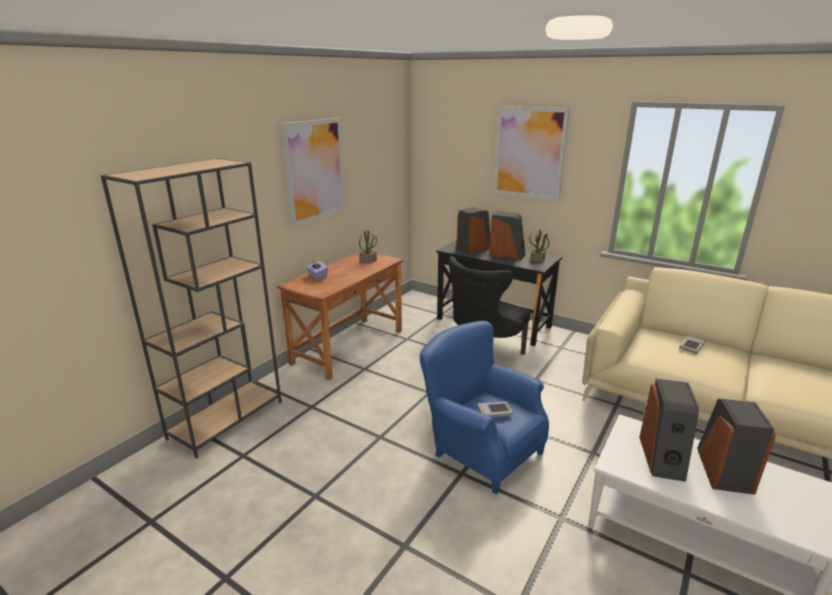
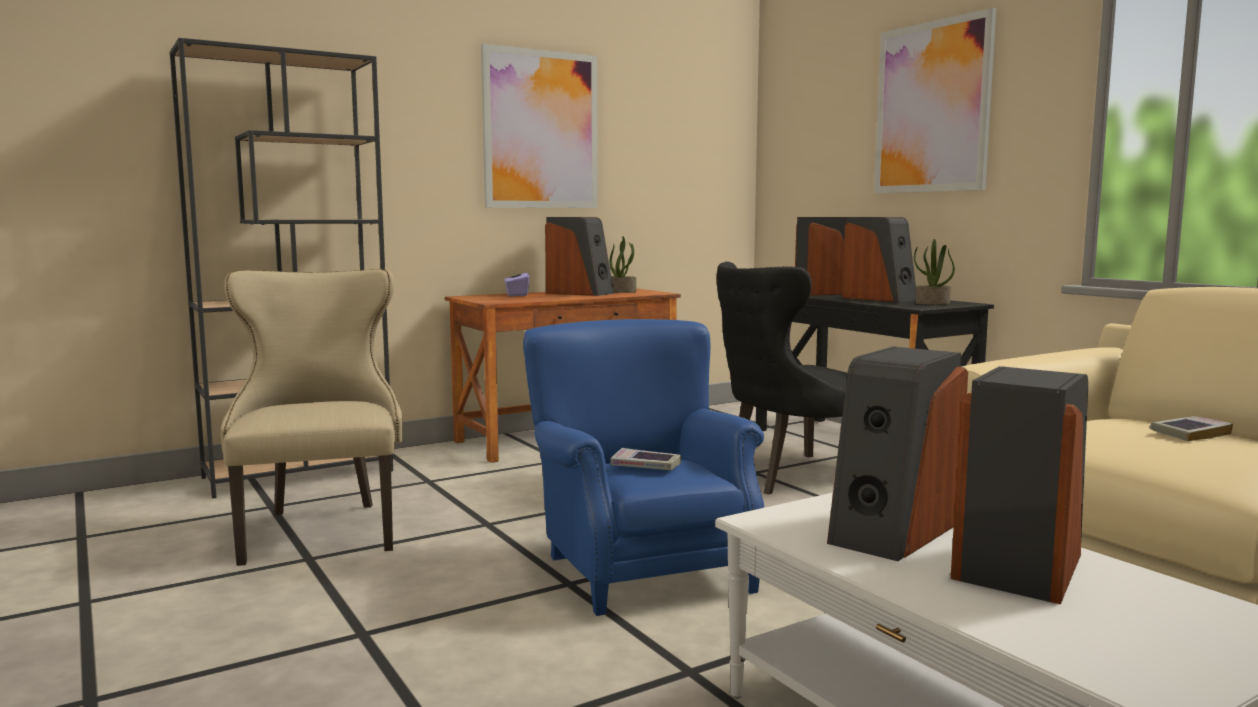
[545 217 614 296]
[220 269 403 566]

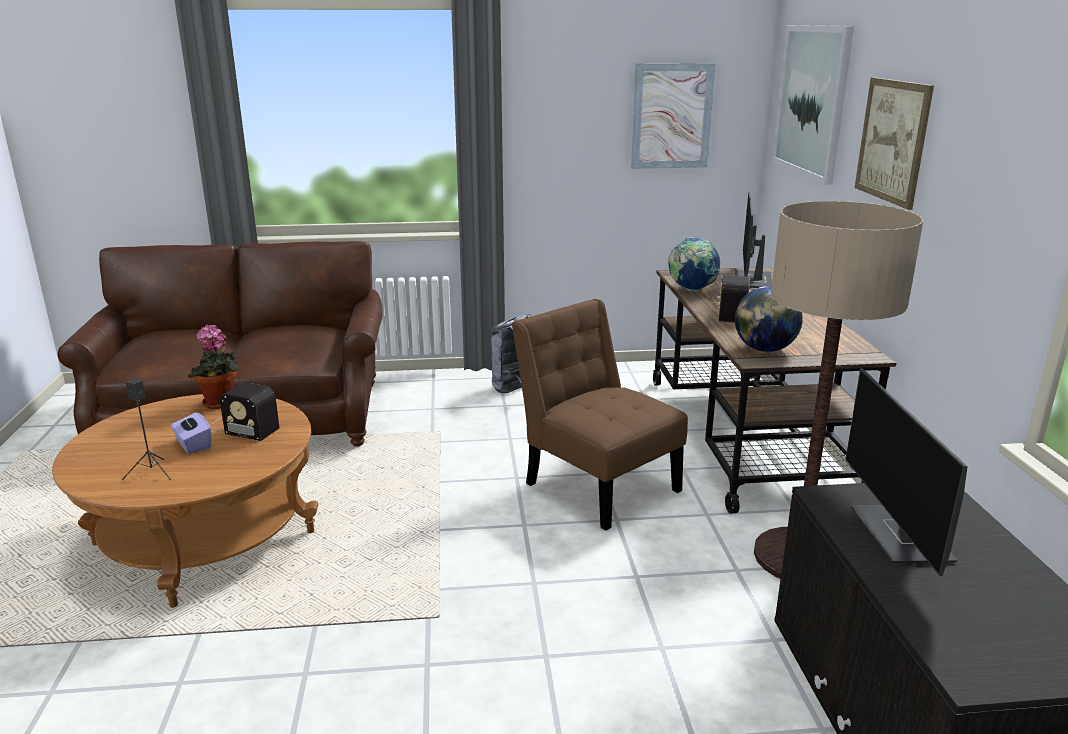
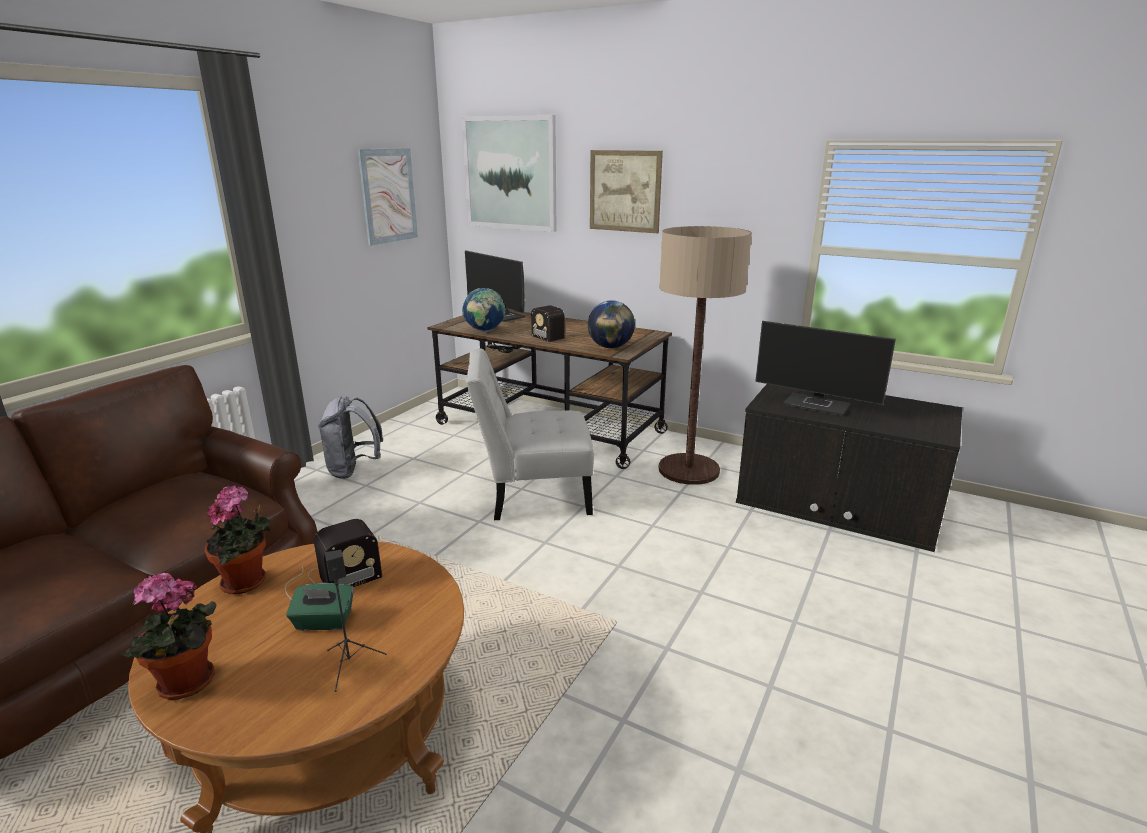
[466 349 594 520]
[286 583 354 631]
[121 573 216 700]

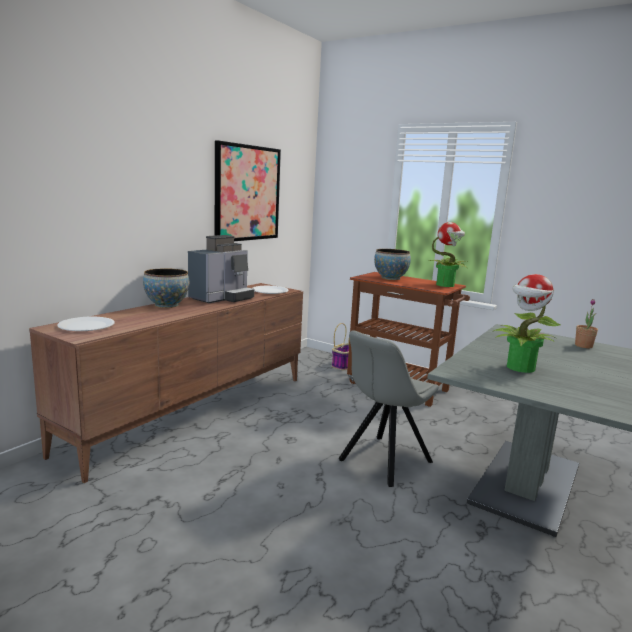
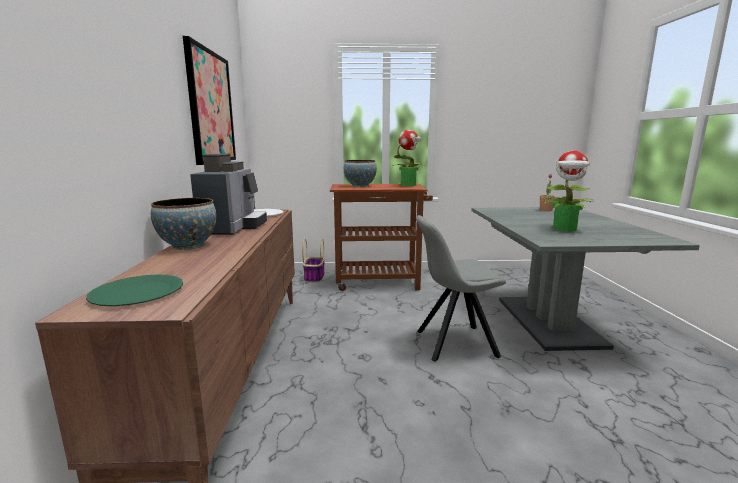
[86 274 183 306]
[416 215 506 361]

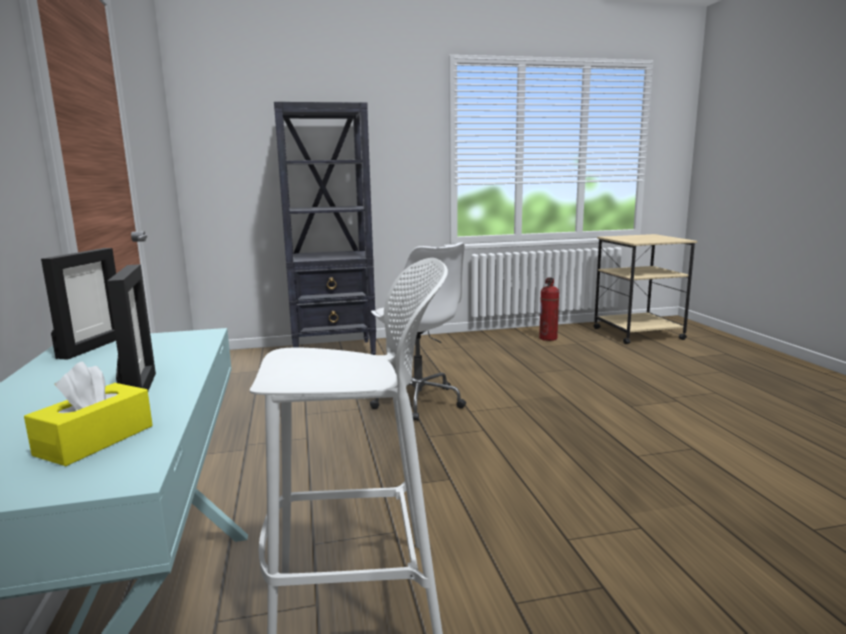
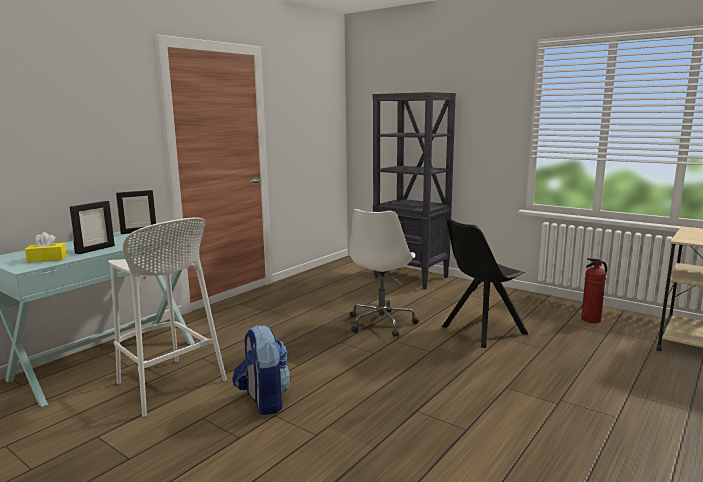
[442 219 528 348]
[232 325 291 415]

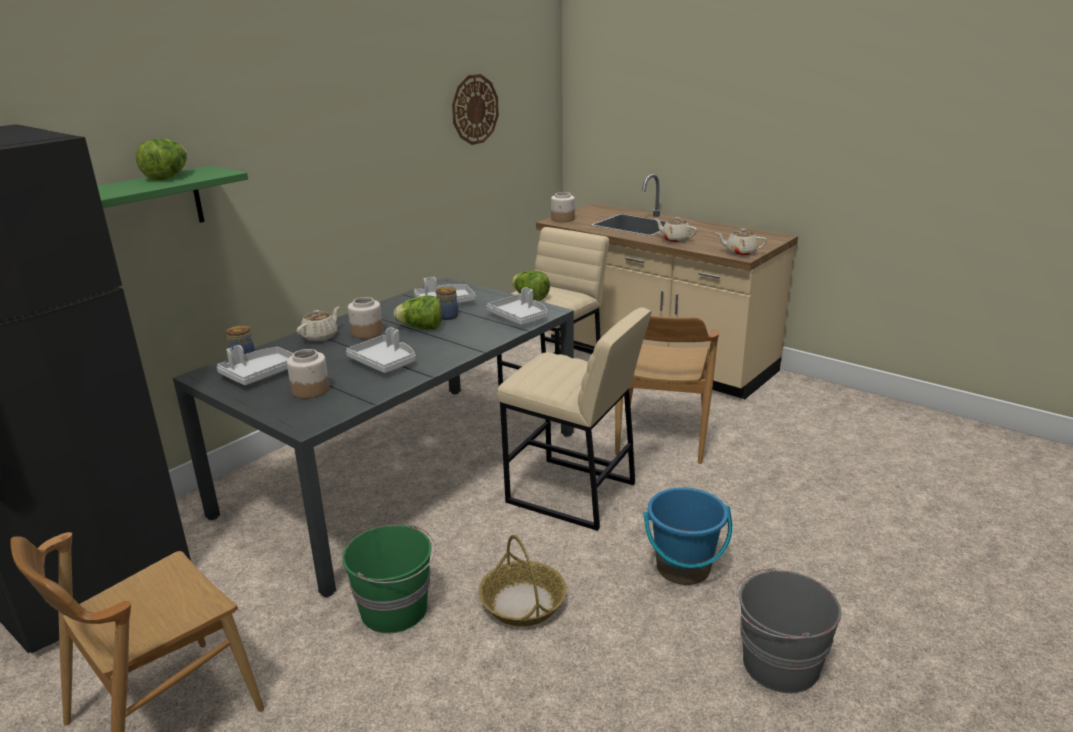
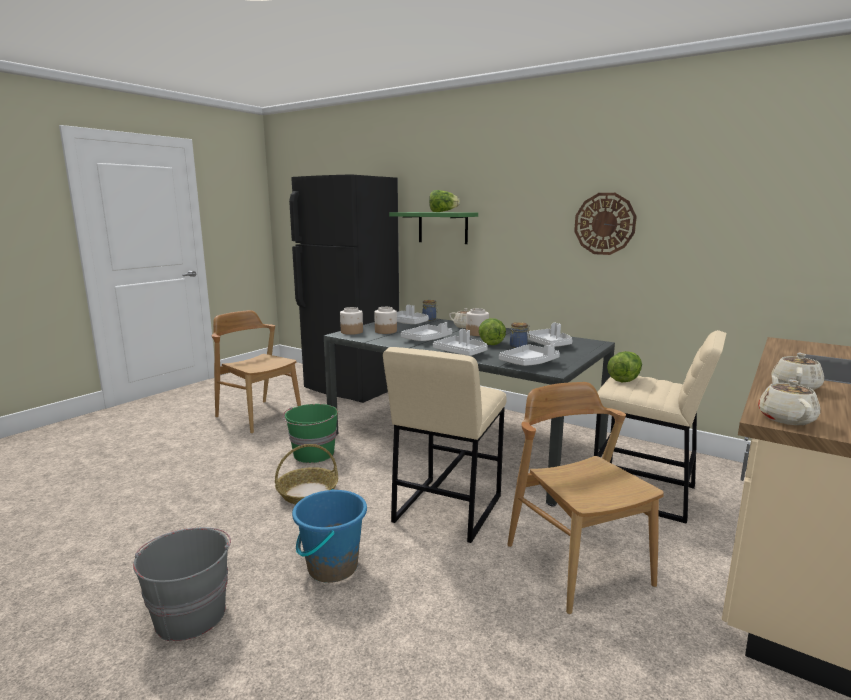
[574 193 637 255]
[340 307 363 335]
[507 382 664 614]
[433 329 488 356]

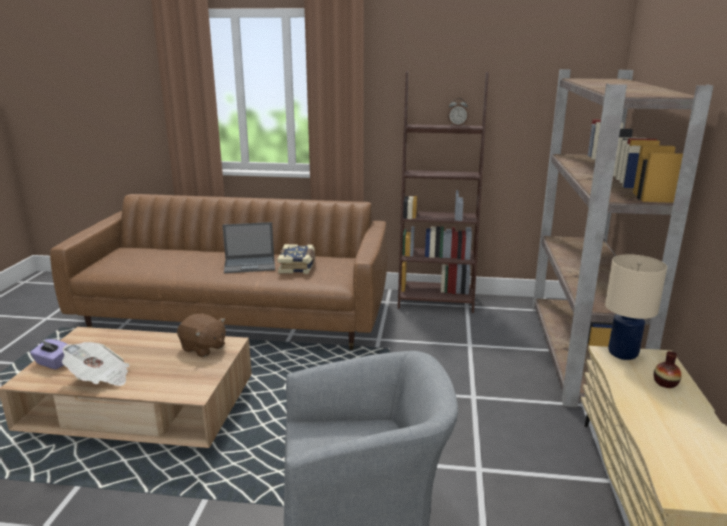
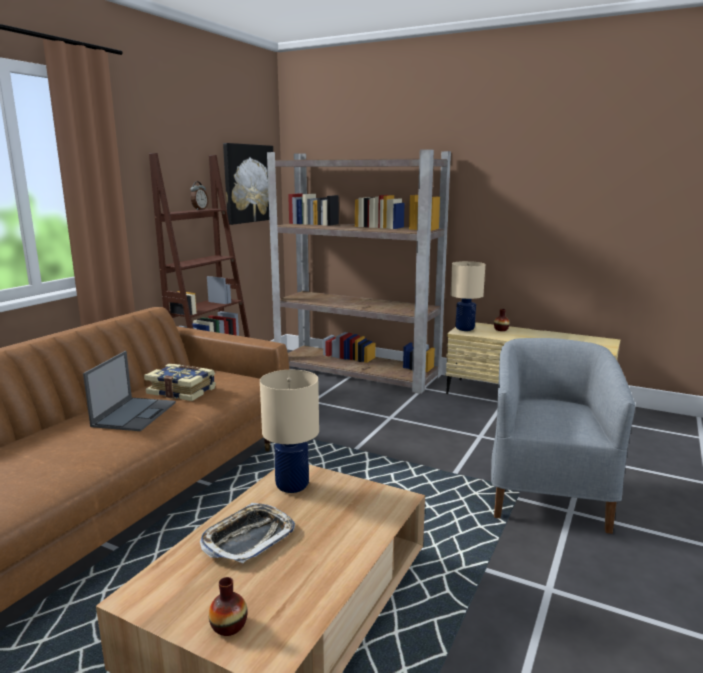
[260 370 319 493]
[209 577 248 636]
[62 342 129 386] (first image)
[223 143 273 225]
[200 503 295 564]

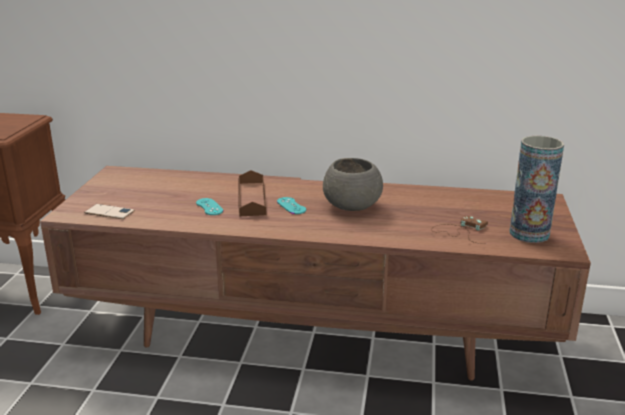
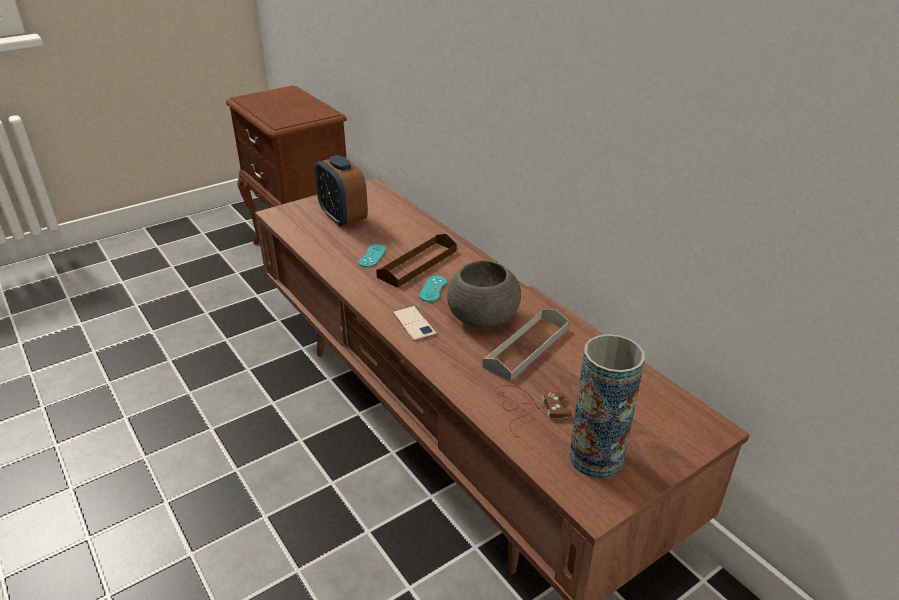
[393 306 437 341]
[315 155 368 227]
[482 309 569 382]

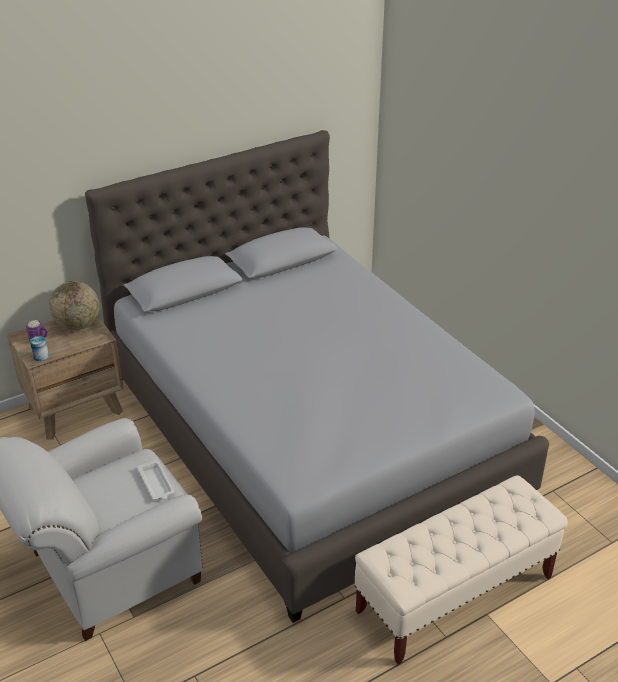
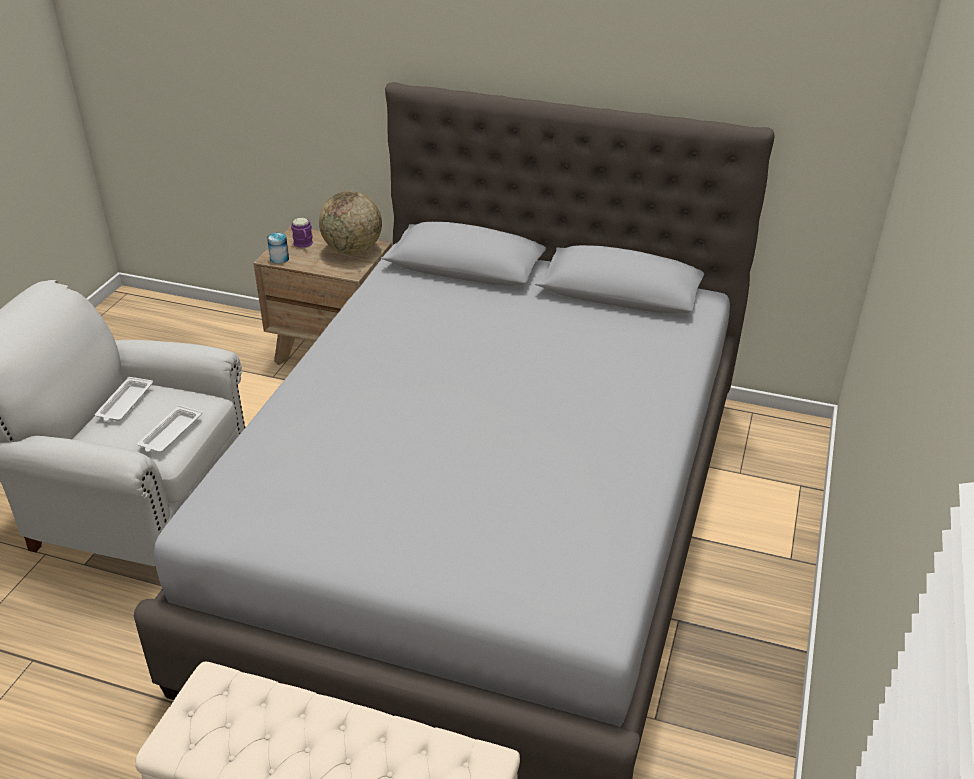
[95 377 153 421]

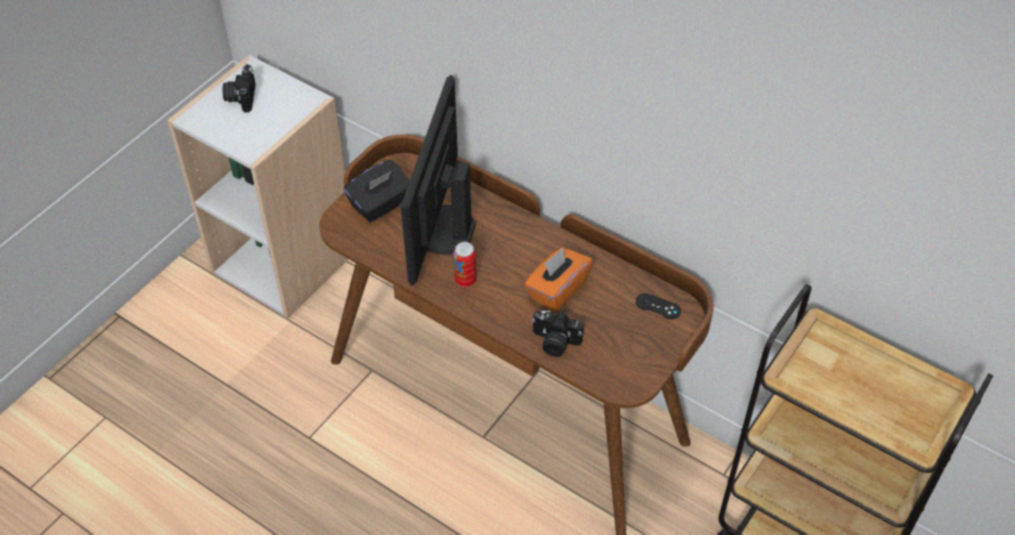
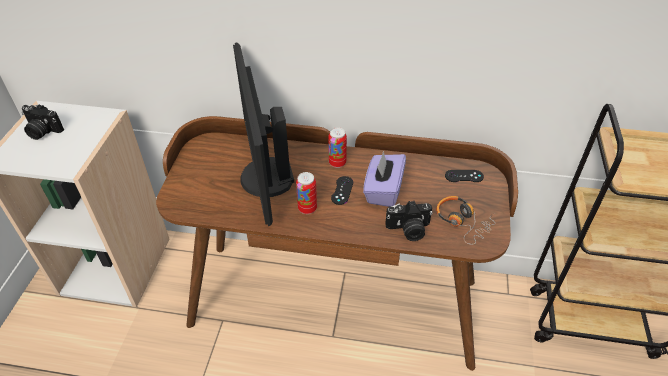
[21 104 64 140]
[344 160 410 222] (first image)
[363 151 406 207]
[328 127 347 168]
[331 176 353 205]
[436 196 496 245]

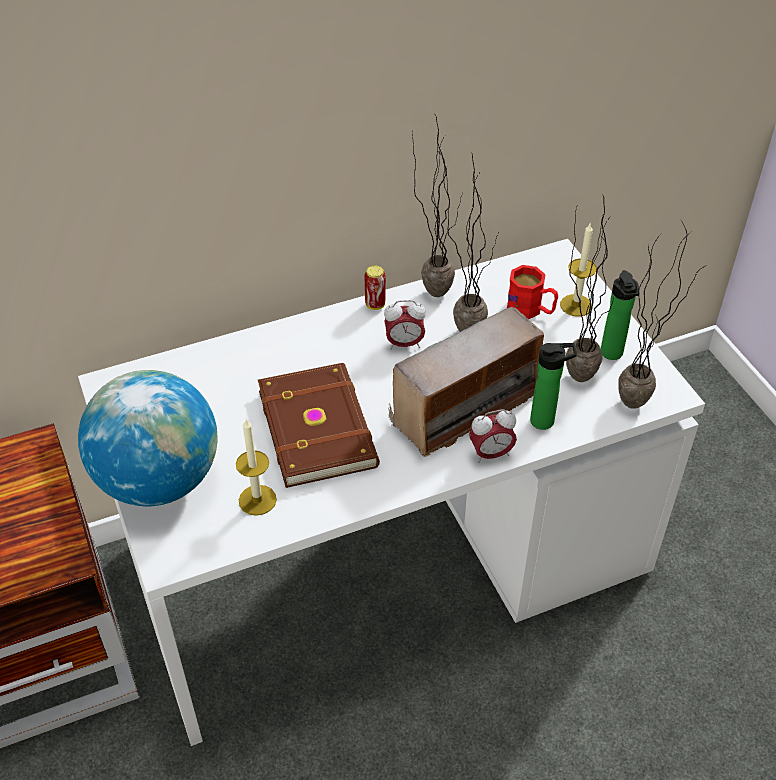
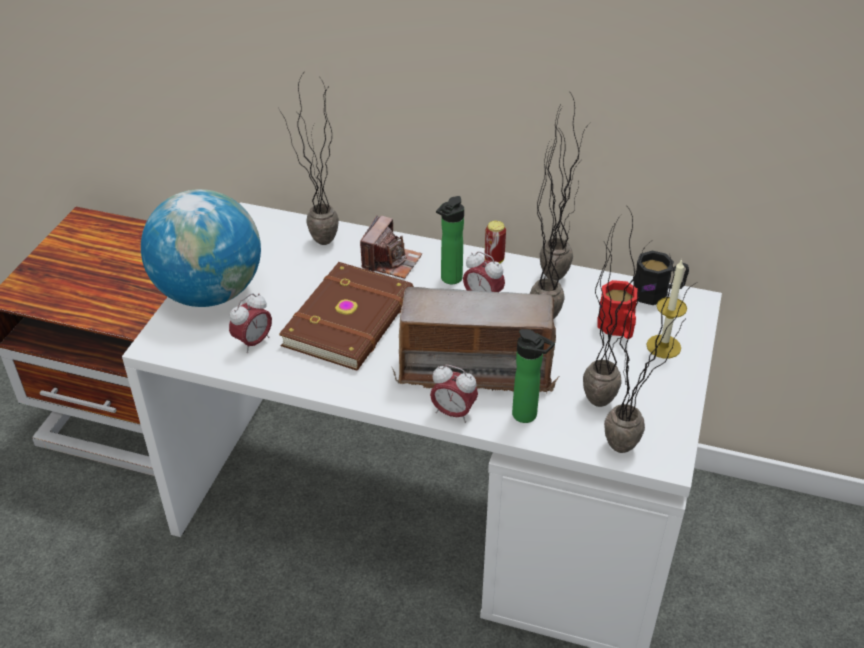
[436 196 464 284]
[229 293 272 353]
[280 70 339 245]
[360 215 422 279]
[634 250 689 305]

